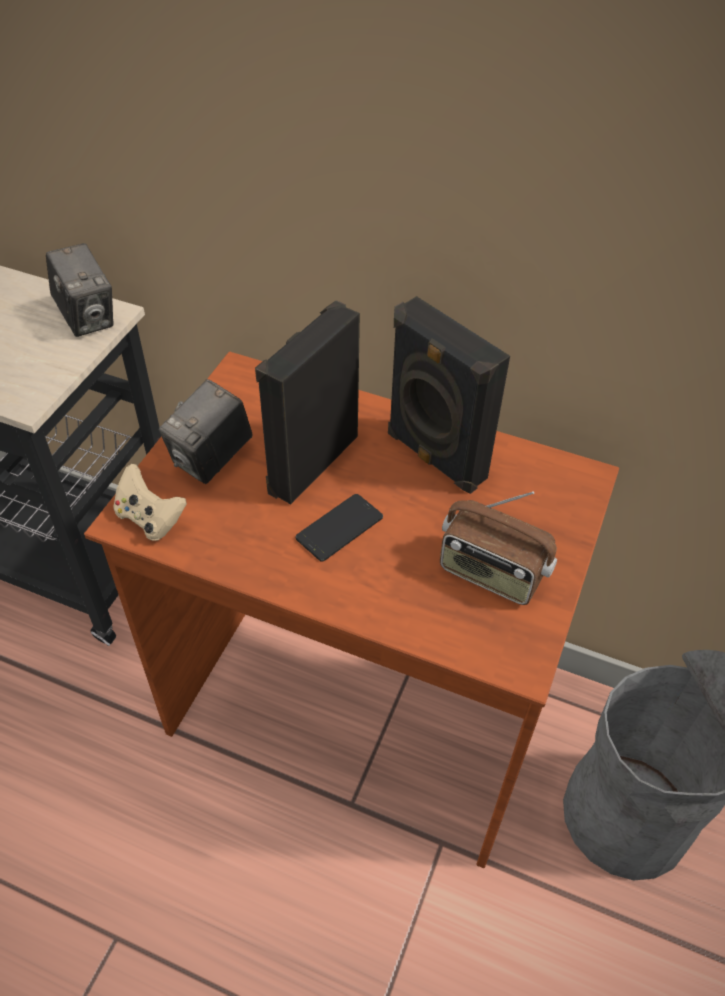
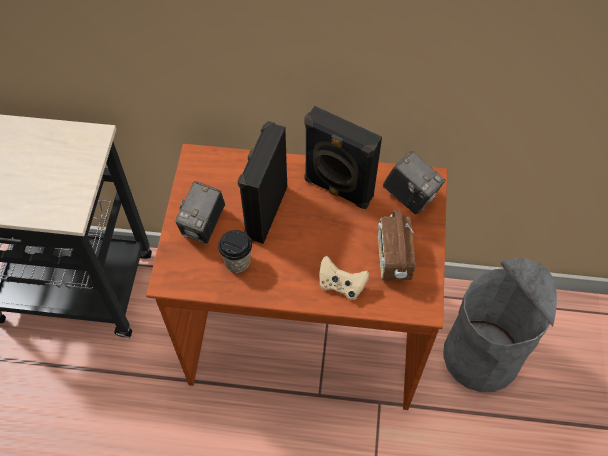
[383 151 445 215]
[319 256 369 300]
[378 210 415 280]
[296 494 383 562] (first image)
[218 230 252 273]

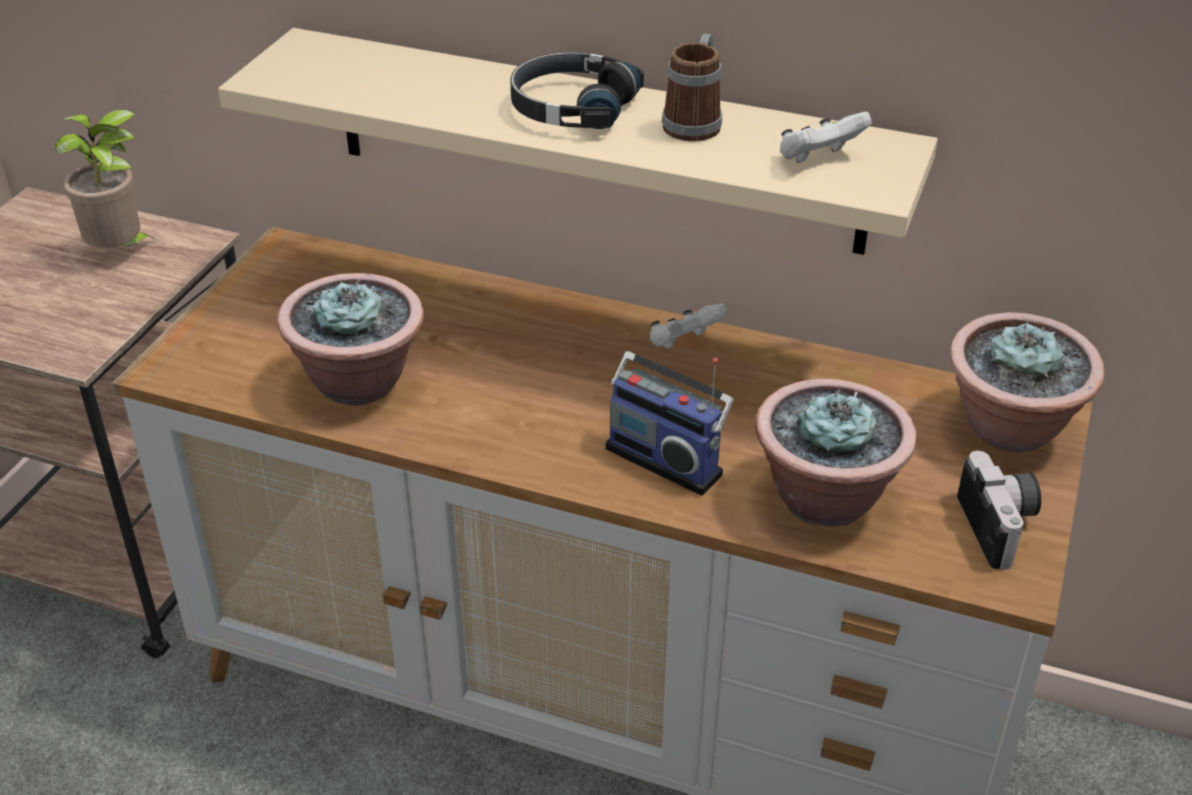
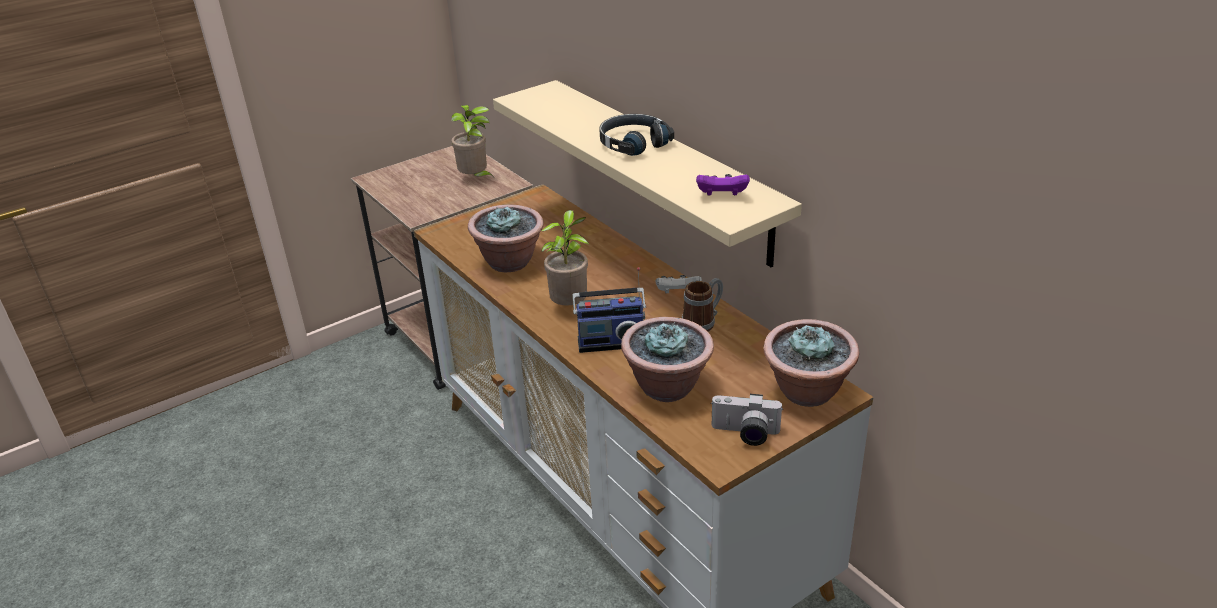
[682 278 723 332]
[696 174 750 196]
[573 267 646 353]
[711 394 783 446]
[541 210 589 306]

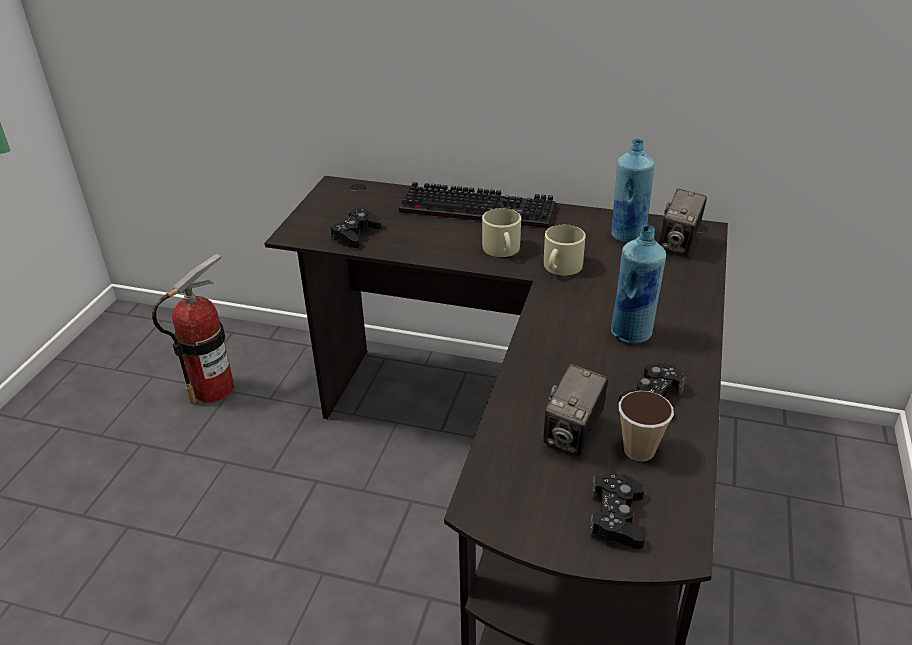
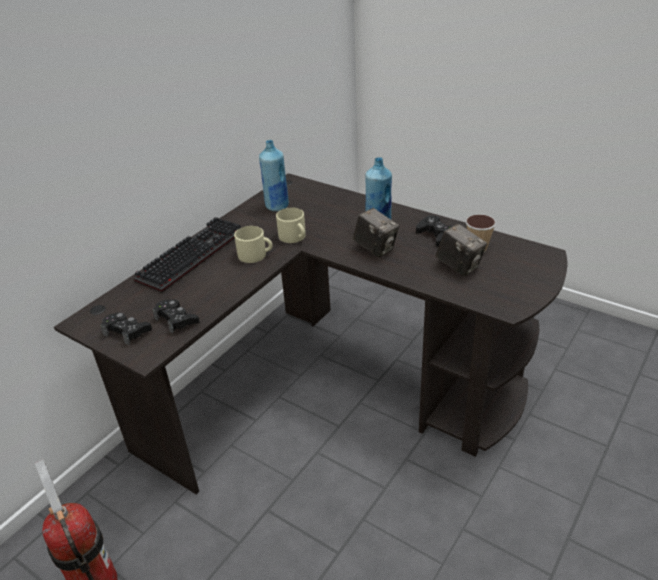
[353 208 399 258]
[100 313 152 345]

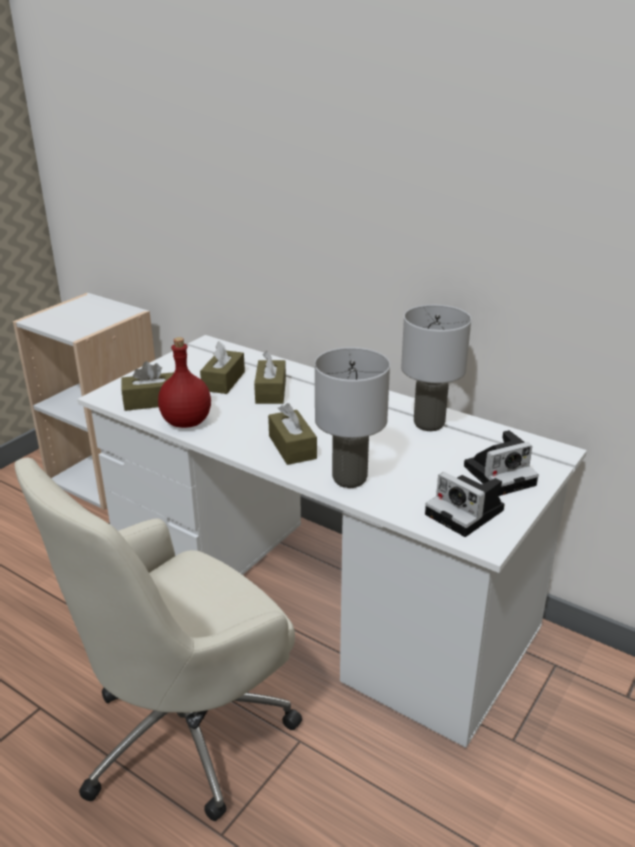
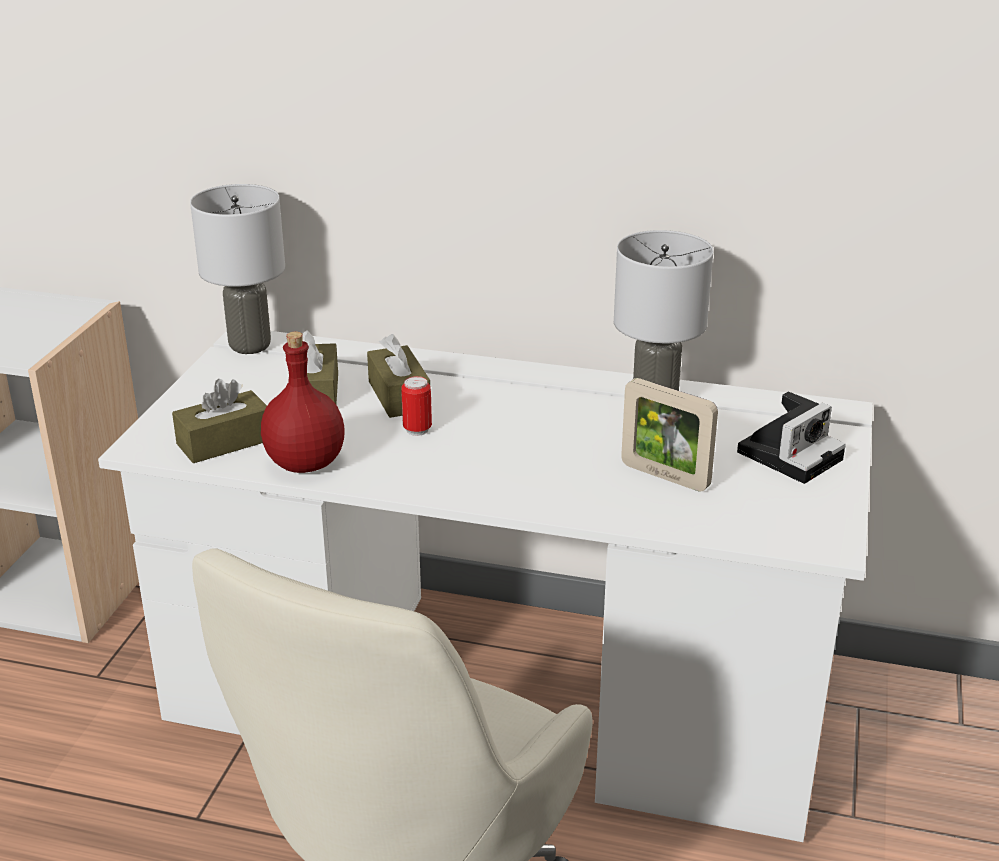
[190 184 285 354]
[268 403 317 465] (first image)
[425 472 504 537] (first image)
[401 376 432 436]
[621 378 718 492]

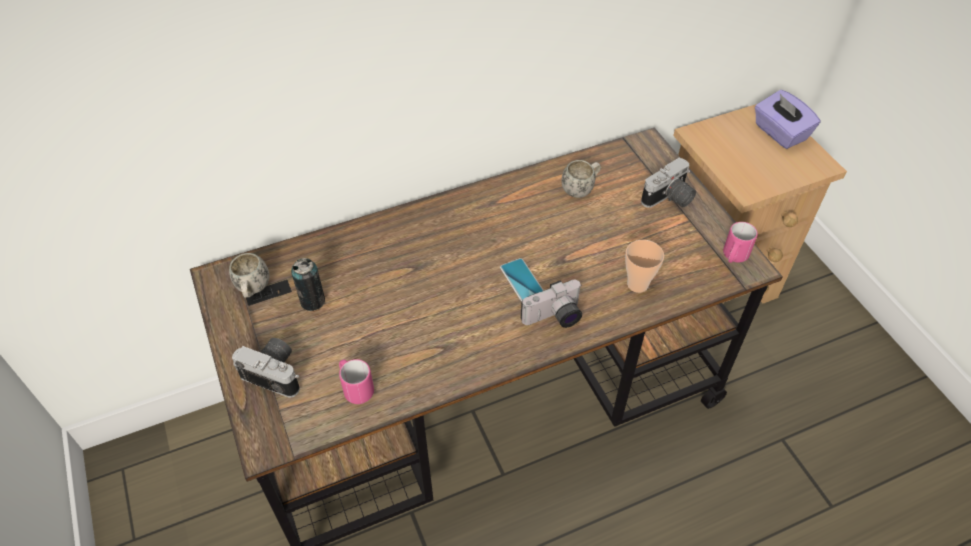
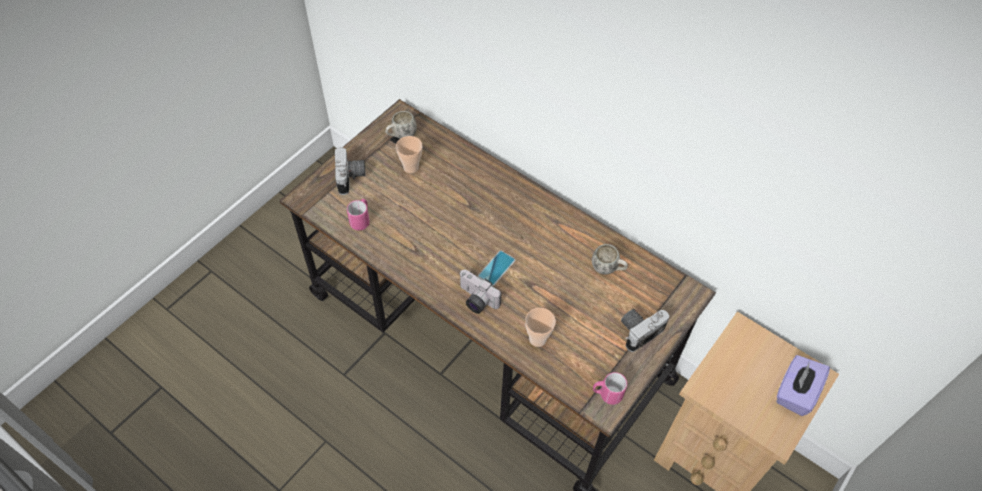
[621 309 669 352]
[396 136 422 173]

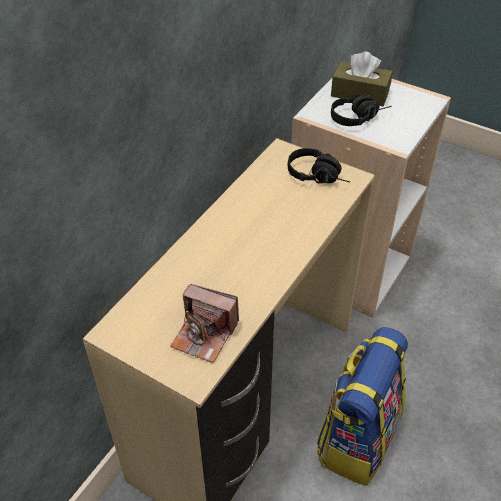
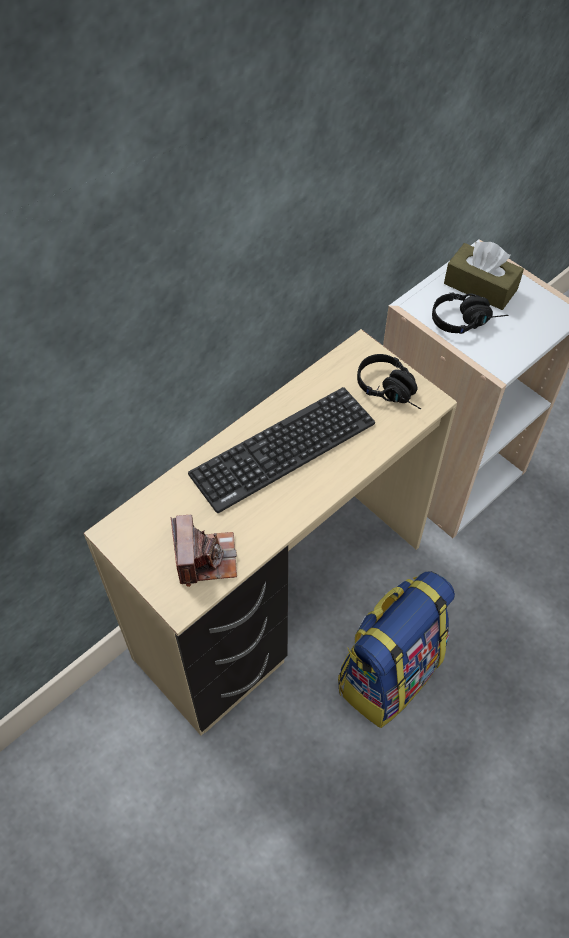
[171 515 237 587]
[188 387 375 513]

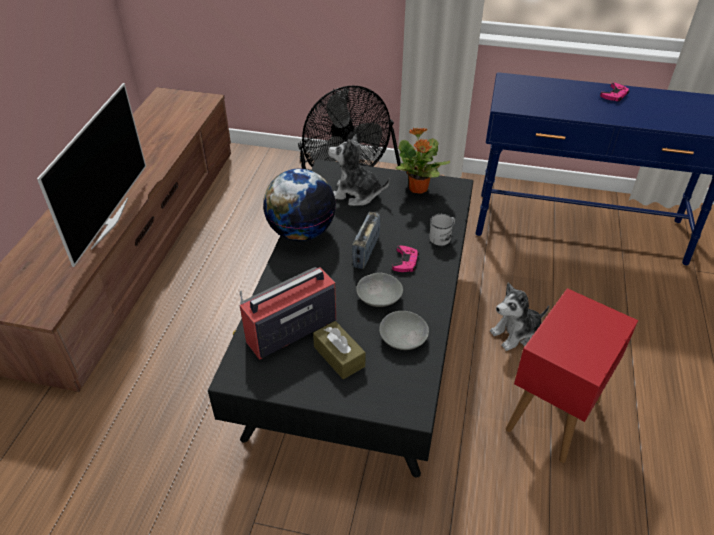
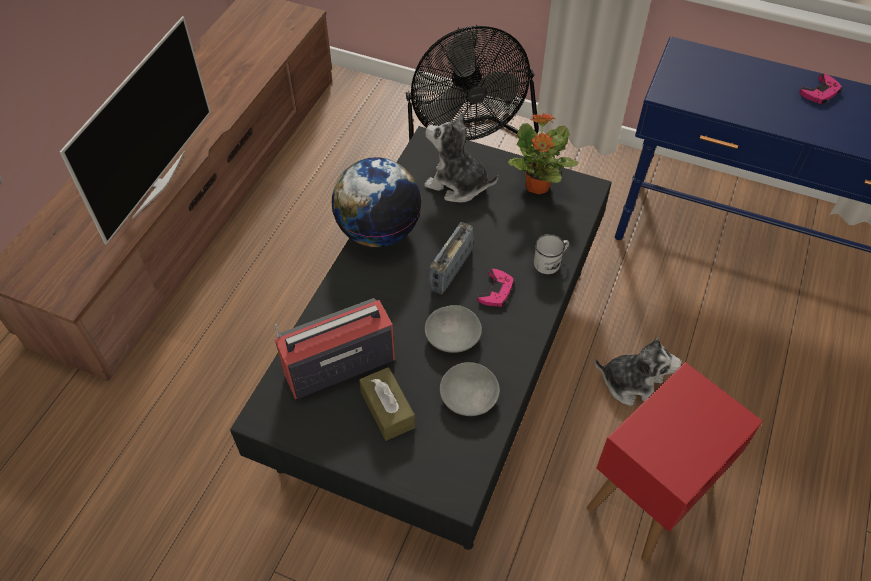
[595 337 682 406]

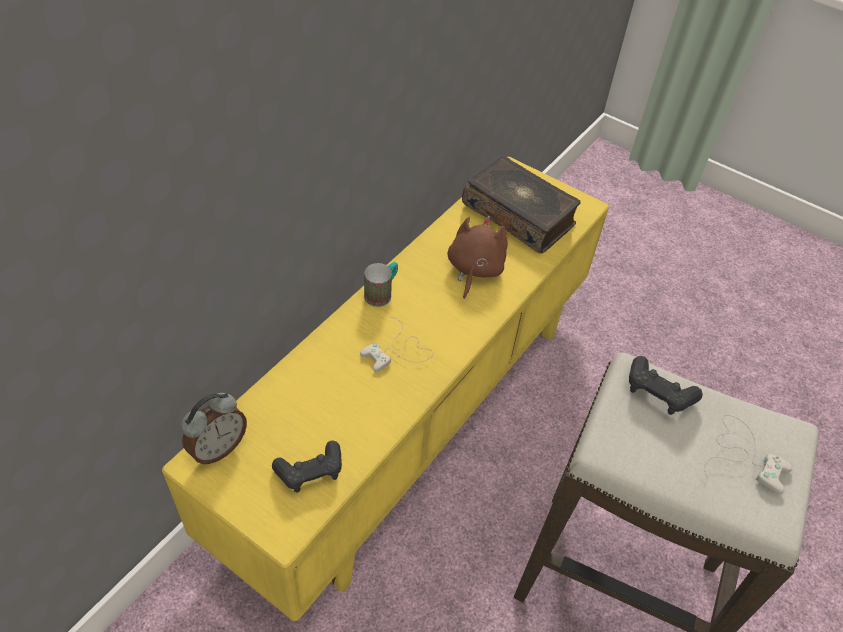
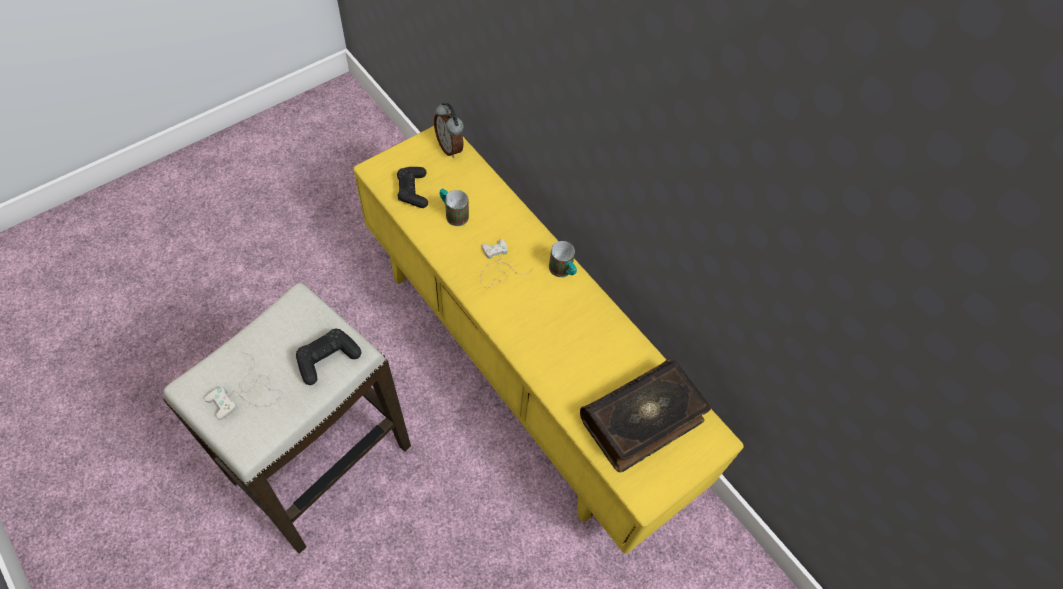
[447 216 508 299] (first image)
[440 188 469 226]

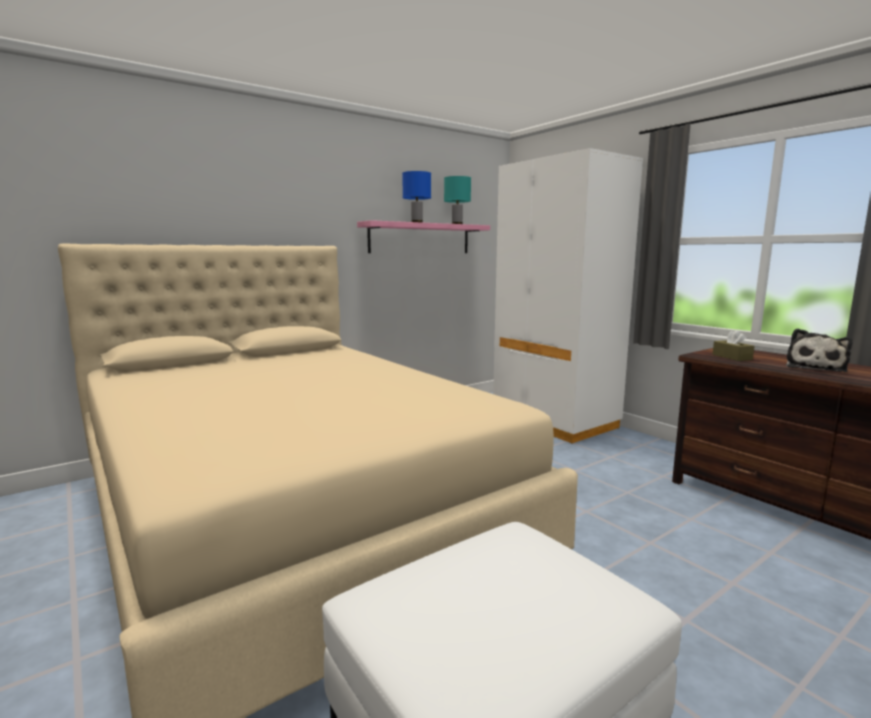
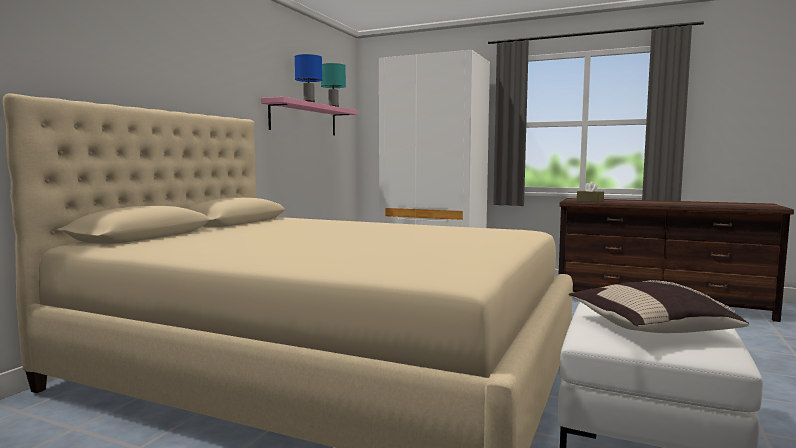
[786 328 852 372] (first image)
[569 280 749 333]

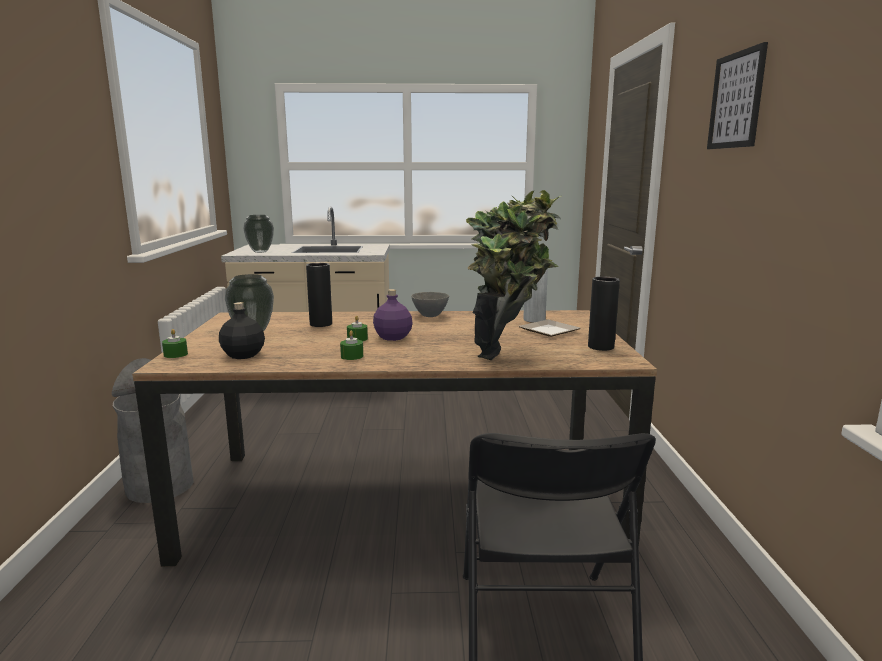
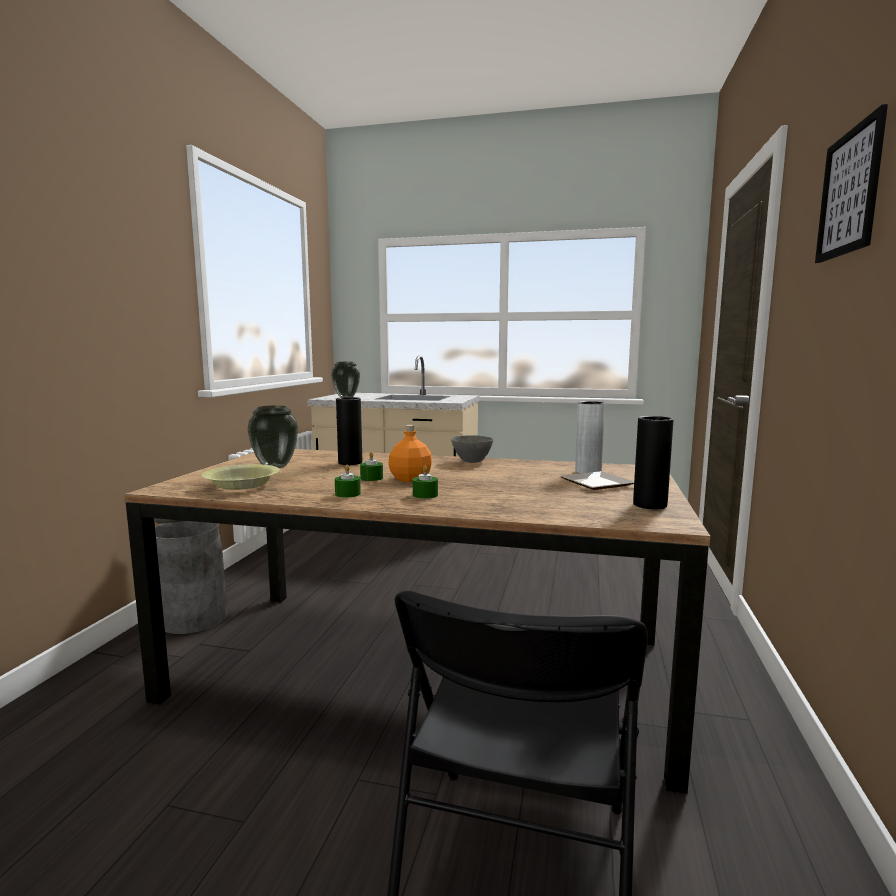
[466 190 561 360] (first image)
[388 425 432 482]
[201 464 280 490]
[413 466 438 499]

